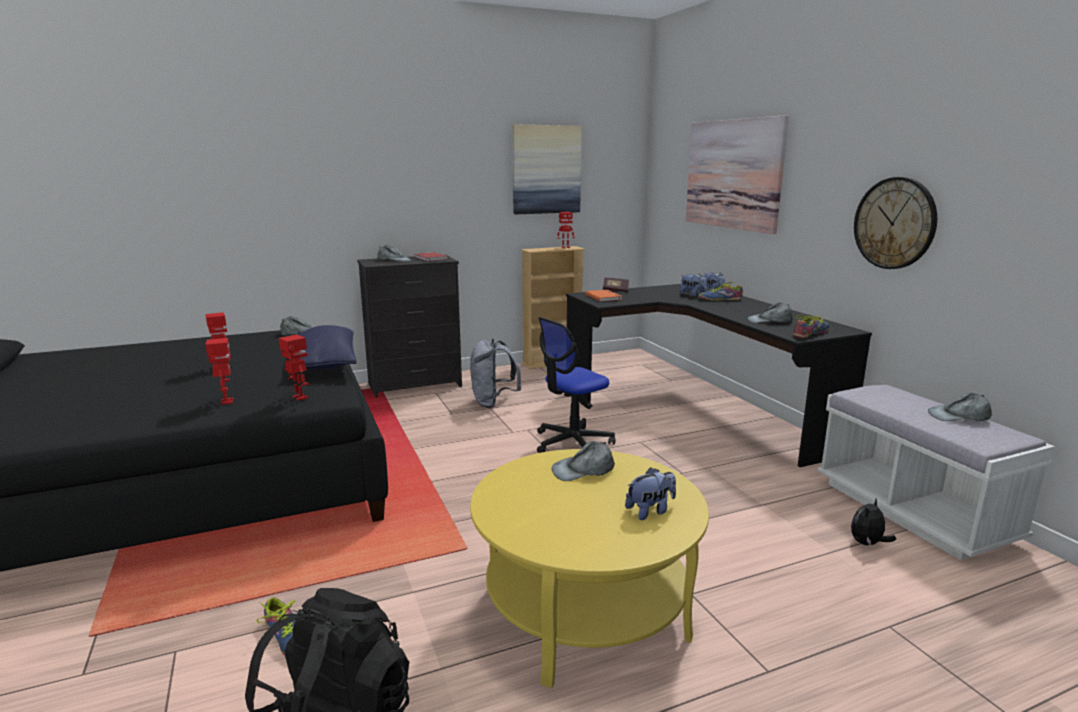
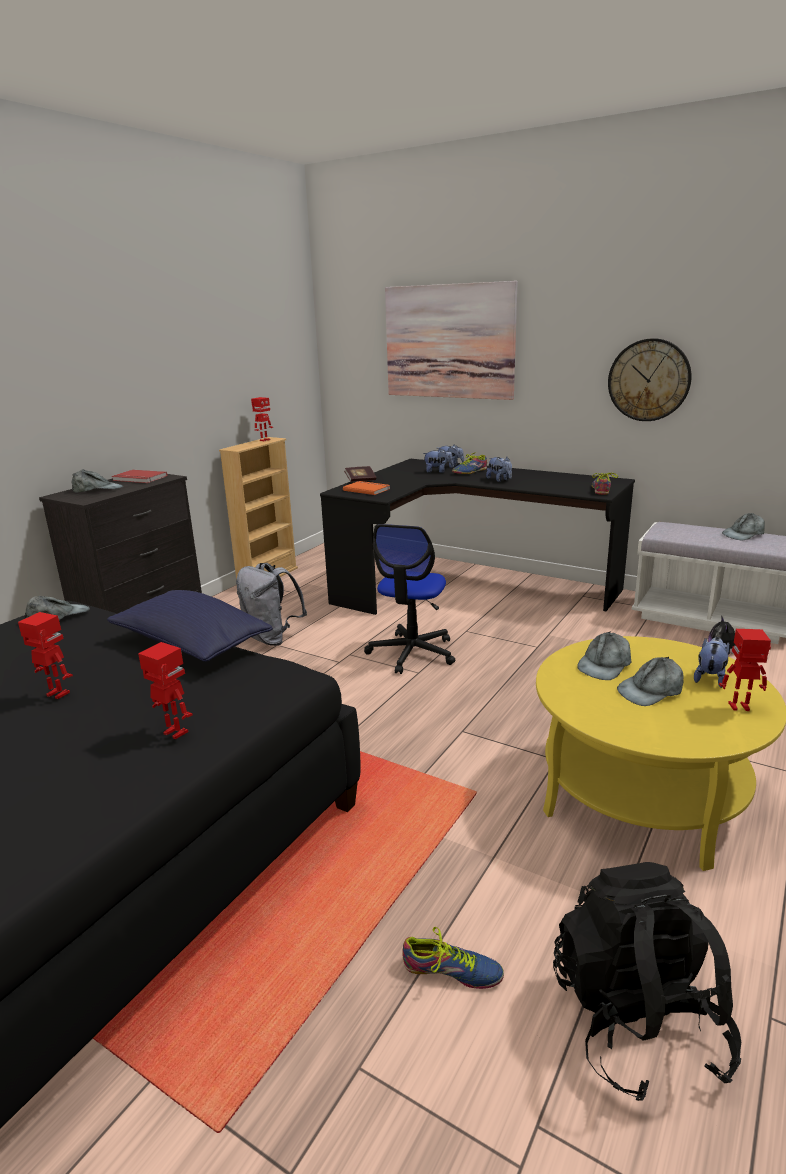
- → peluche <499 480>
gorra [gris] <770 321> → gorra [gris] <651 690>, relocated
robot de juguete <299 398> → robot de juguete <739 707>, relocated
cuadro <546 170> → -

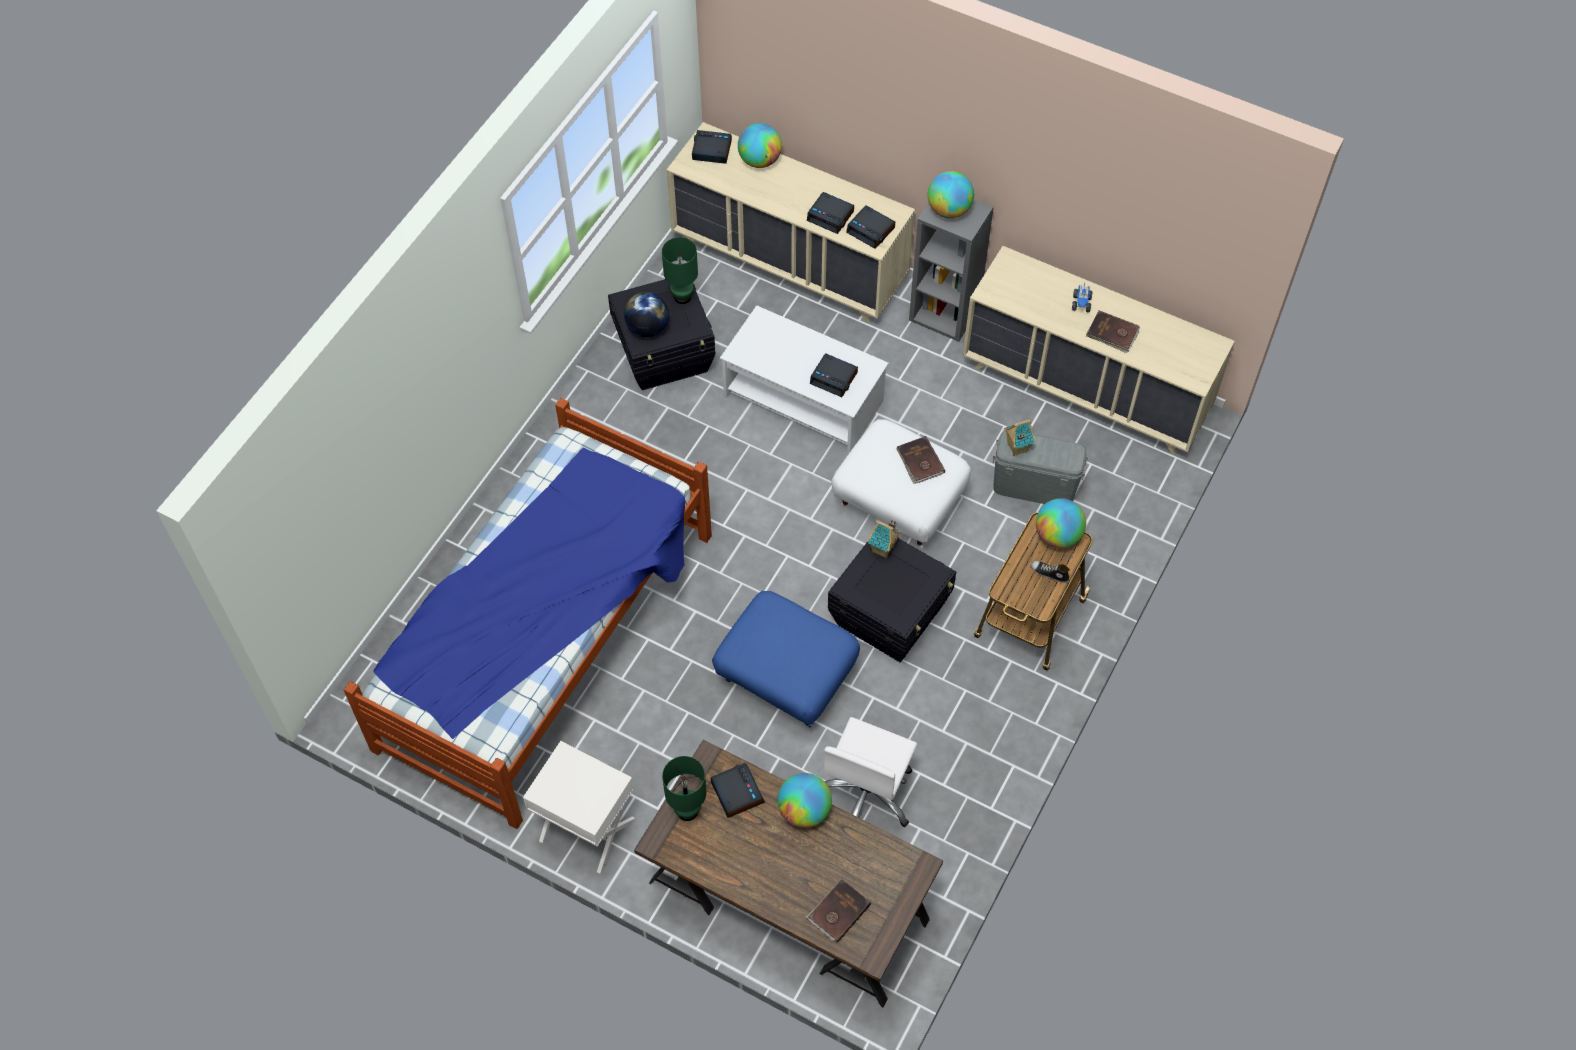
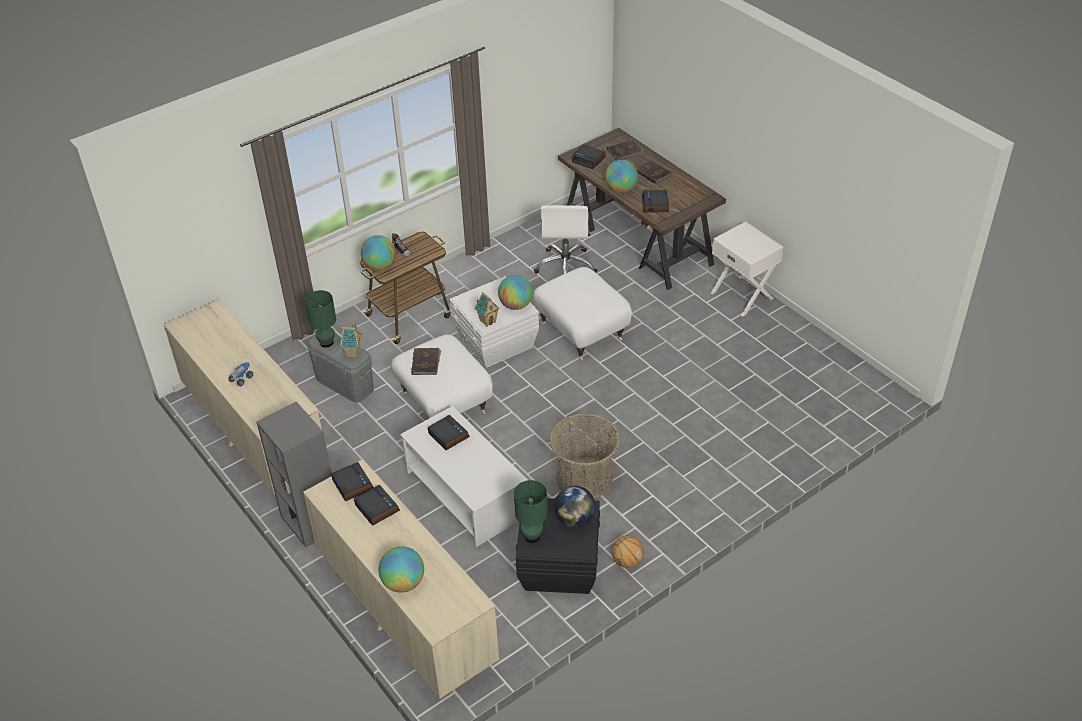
lámpara de mesa [verde] <688 811> → lámpara de mesa [verde] <326 342>, relocated
caja de almacenaje [negro] <890 616> → caja de almacenaje [blanco] <495 342>
globo terráqueo <949 210> → globo terráqueo <516 305>, relocated
puf [azul] <785 678> → puf [blanco] <583 330>
silla de oficina [blanco] <867 794> → silla de oficina [blanco] <566 266>, 135 degrees clockwise
- → cesta <584 478>
despertador <711 150> → despertador <589 160>, relocated
- → balón de baloncesto <627 561>
libro [marrón] <1112 333> → libro [marrón] <652 172>, relocated
cama <549 640> → -

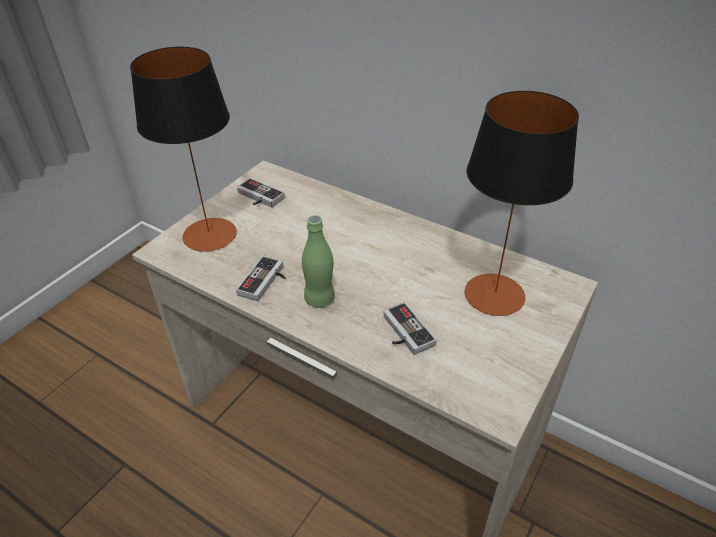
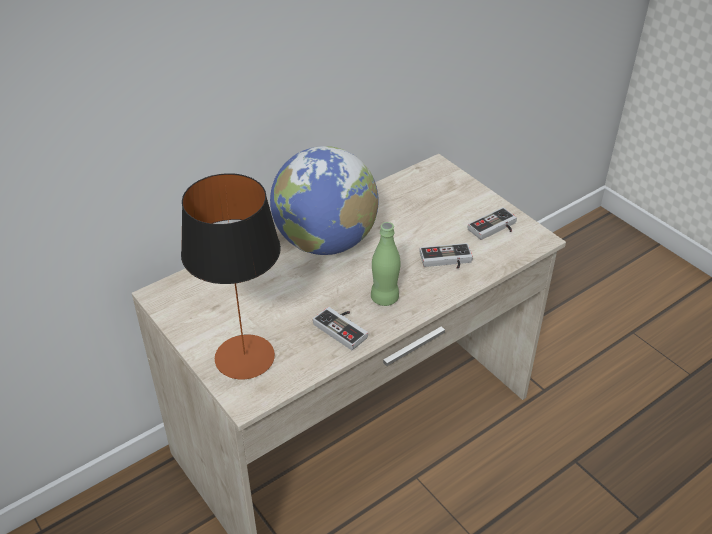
- → globo terráqueo <325 242>
mando de consola <258 197> → mando de consola <495 229>, relocated
lámpara de mesa <495 294> → -

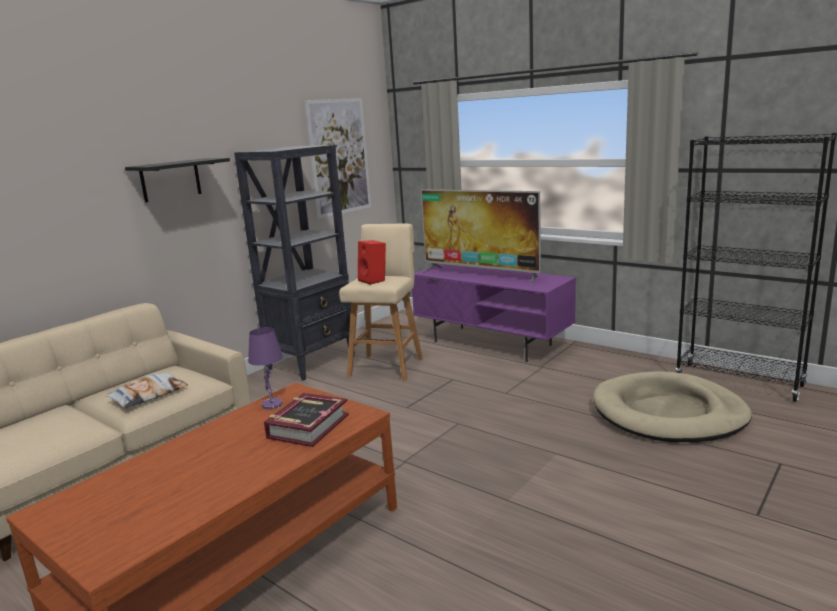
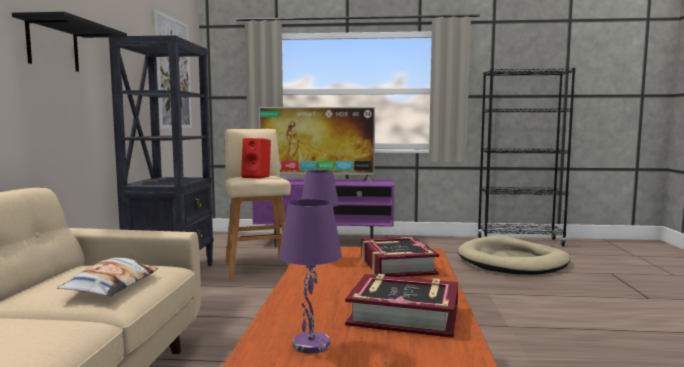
- → lámpara de mesa [morado] <311 345>
- → libro <404 315>

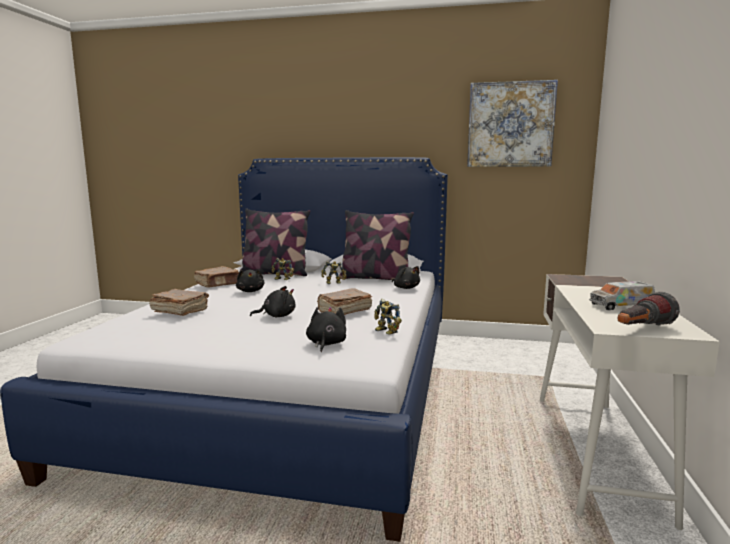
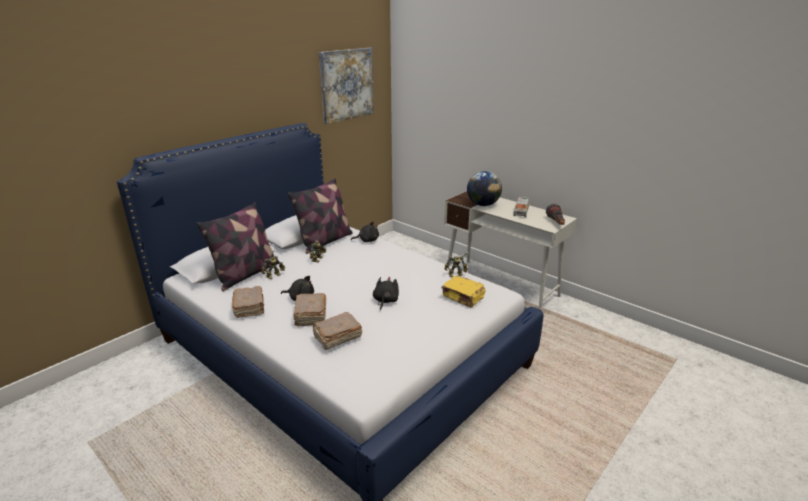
libro [marrón] <344 311> → libro [marrón] <310 316>, relocated
peluche [negro] <326 344> → libro [amarillo] <463 297>
- → globo terráqueo <483 204>

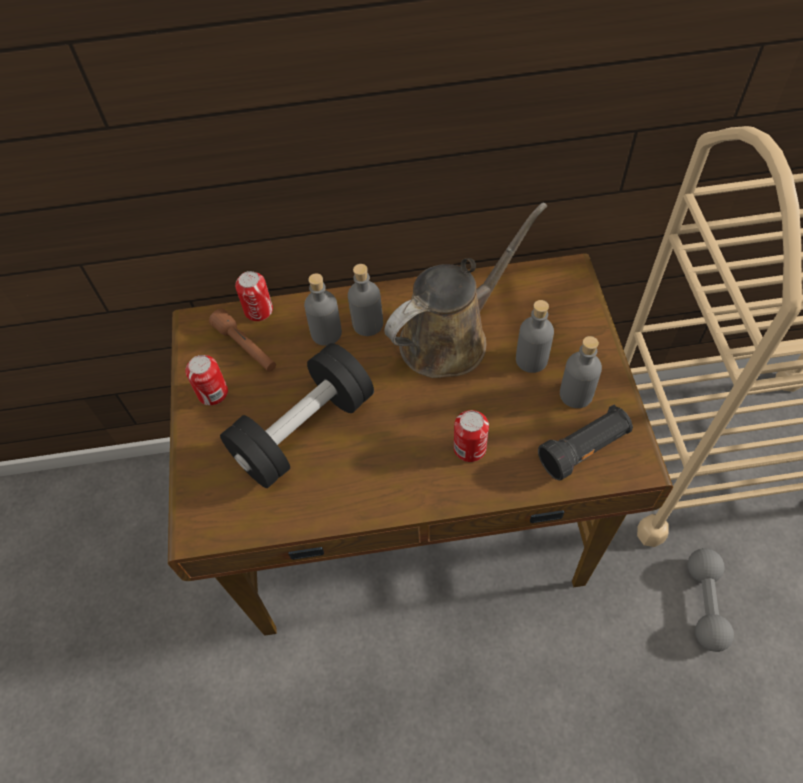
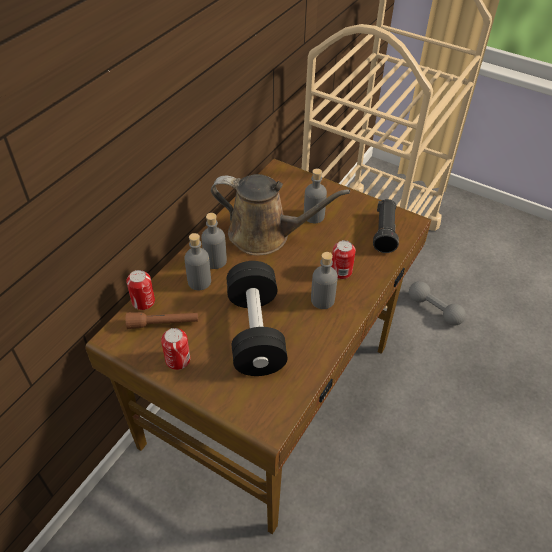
regadera [marrón] <451 337> → regadera [marrón] <265 235>, 105 degrees clockwise
botella [gris] <576 394> → botella [gris] <322 300>, relocated

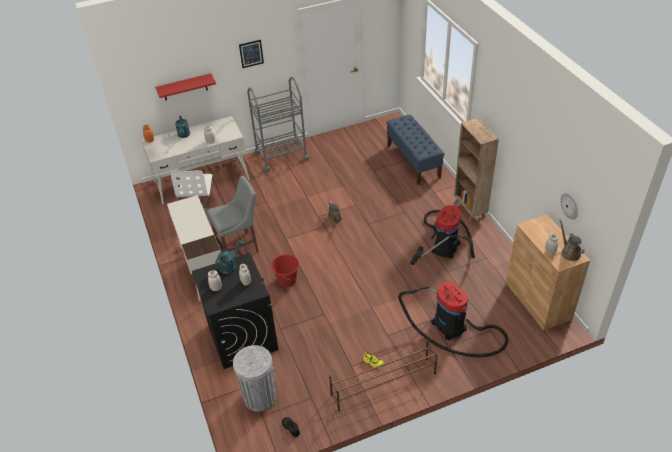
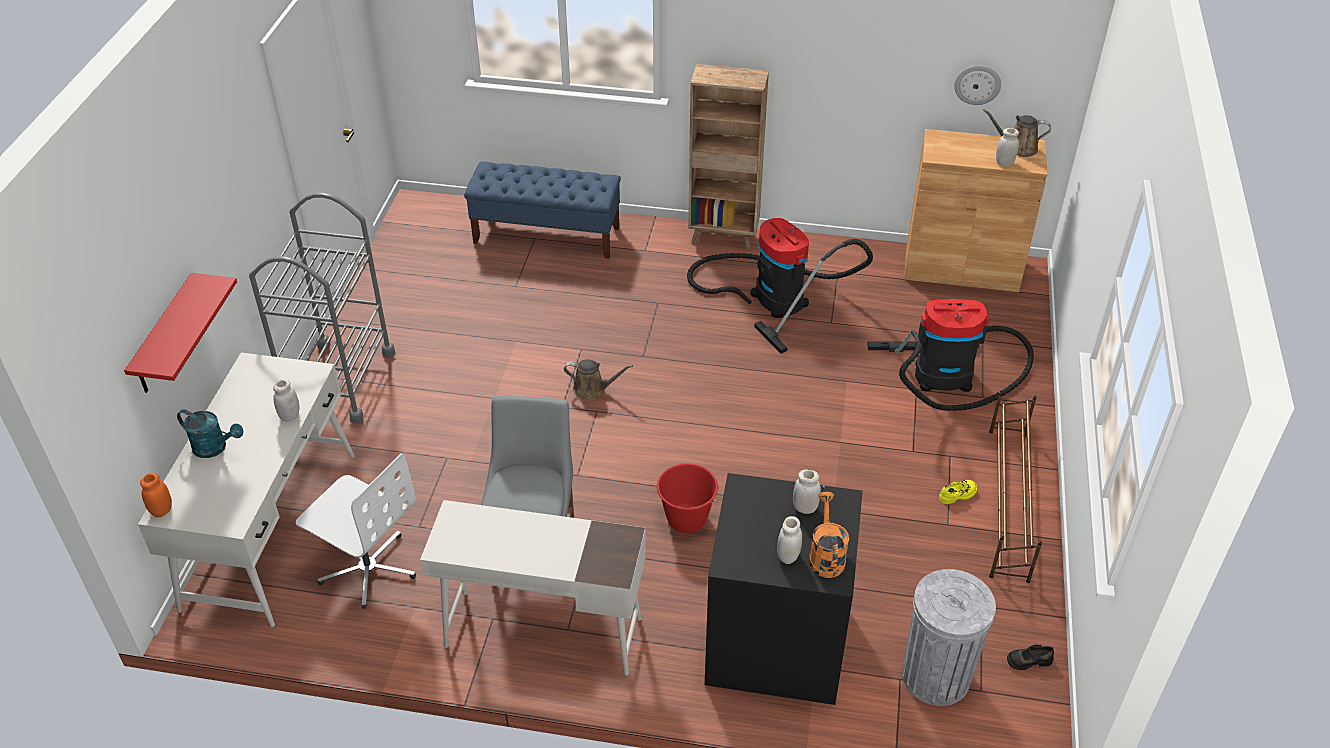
- → regadera [naranja] <825 555>
regadera [turquesa] <230 266> → -
cuadro <251 53> → -

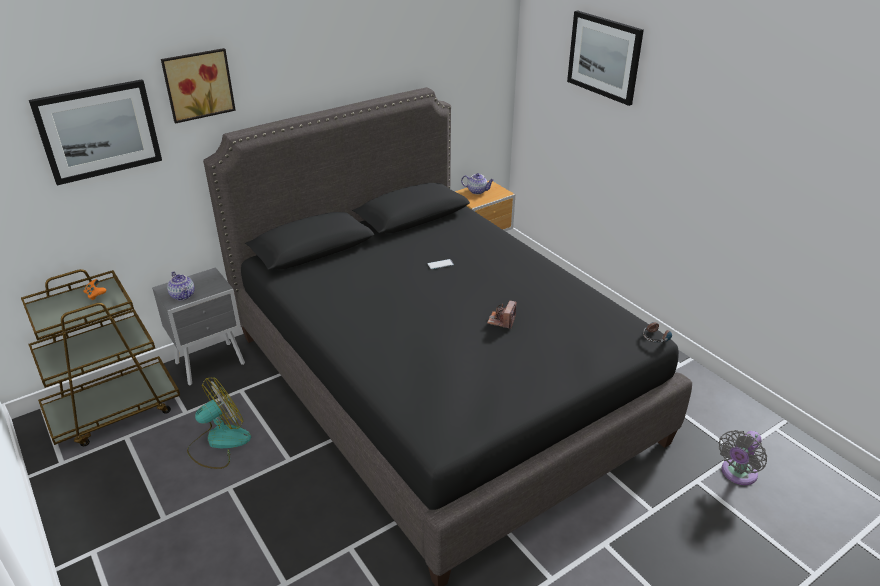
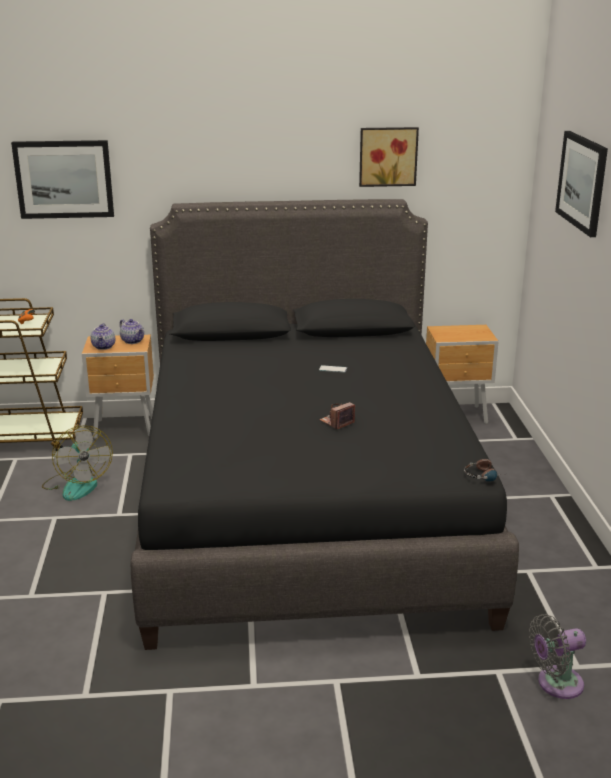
ventilador <219 442> → ventilador <77 484>, 75 degrees clockwise
mesita de noche [gris] <212 364> → mesita de noche [marrón] <126 429>
tetera <477 191> → tetera <133 341>, relocated
cuadro <198 84> → cuadro <387 156>, relocated

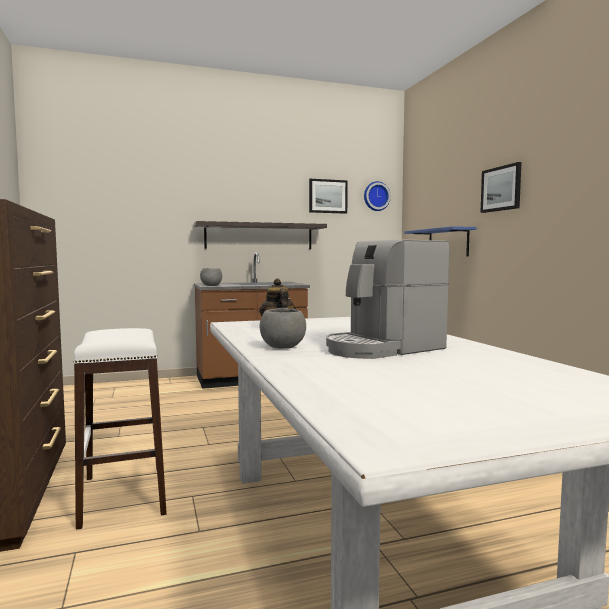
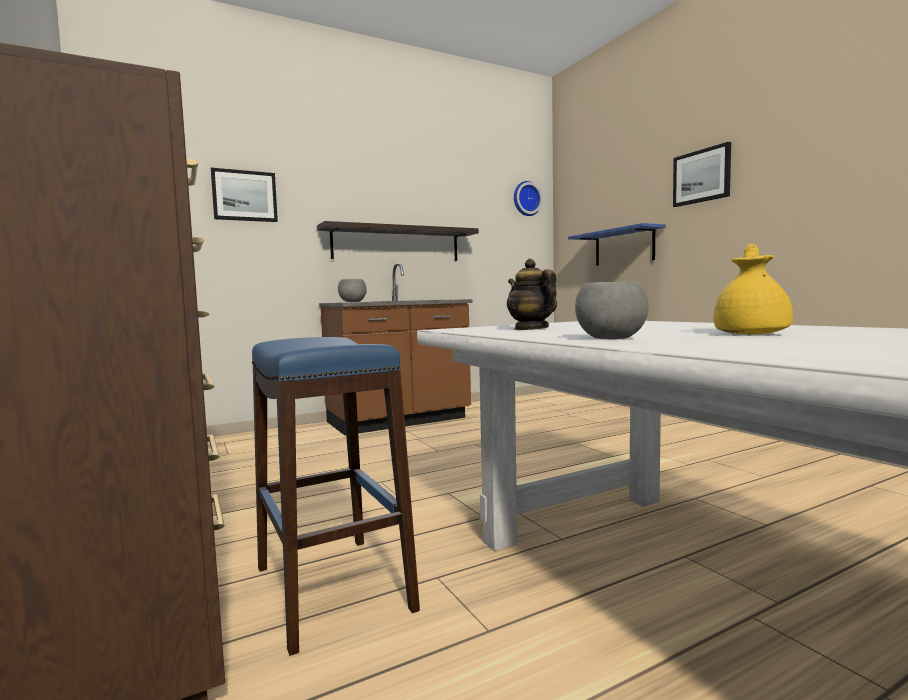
cuadro <328 196> → cuadro <244 196>, relocated
taburete [blanco] <123 494> → taburete [azul] <331 587>
cafetera <383 348> → tetera [amarillo] <752 333>

